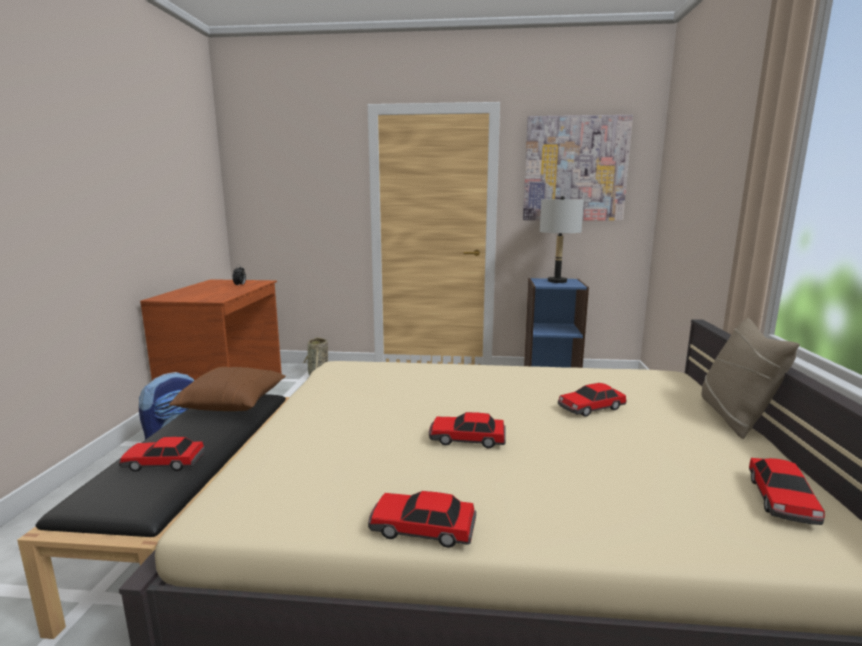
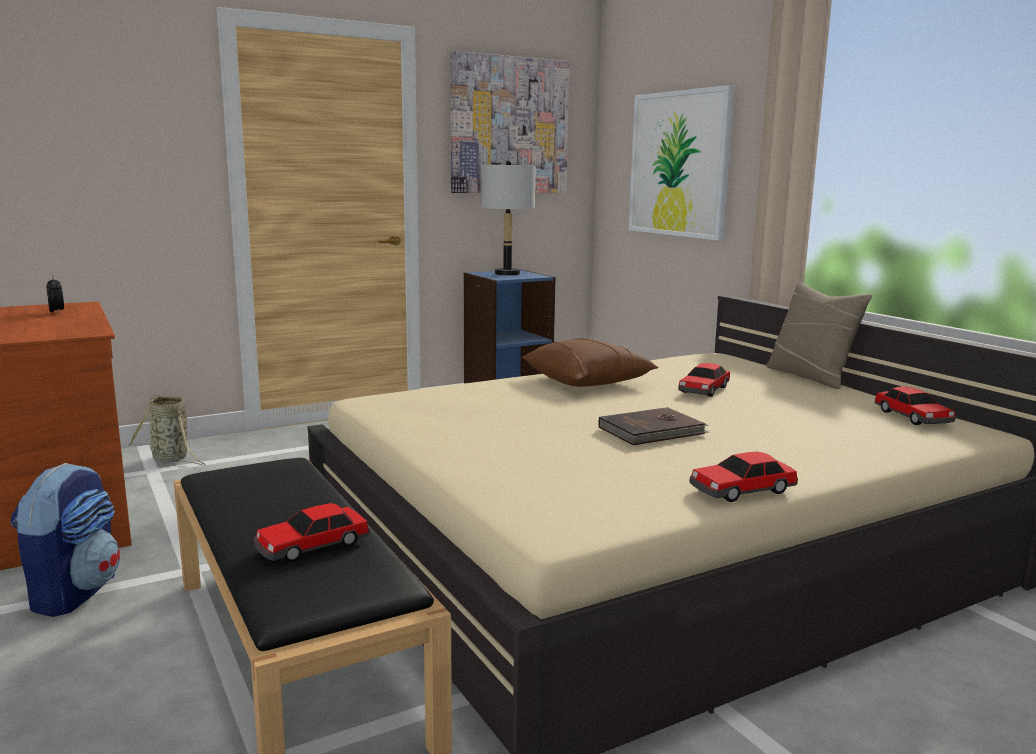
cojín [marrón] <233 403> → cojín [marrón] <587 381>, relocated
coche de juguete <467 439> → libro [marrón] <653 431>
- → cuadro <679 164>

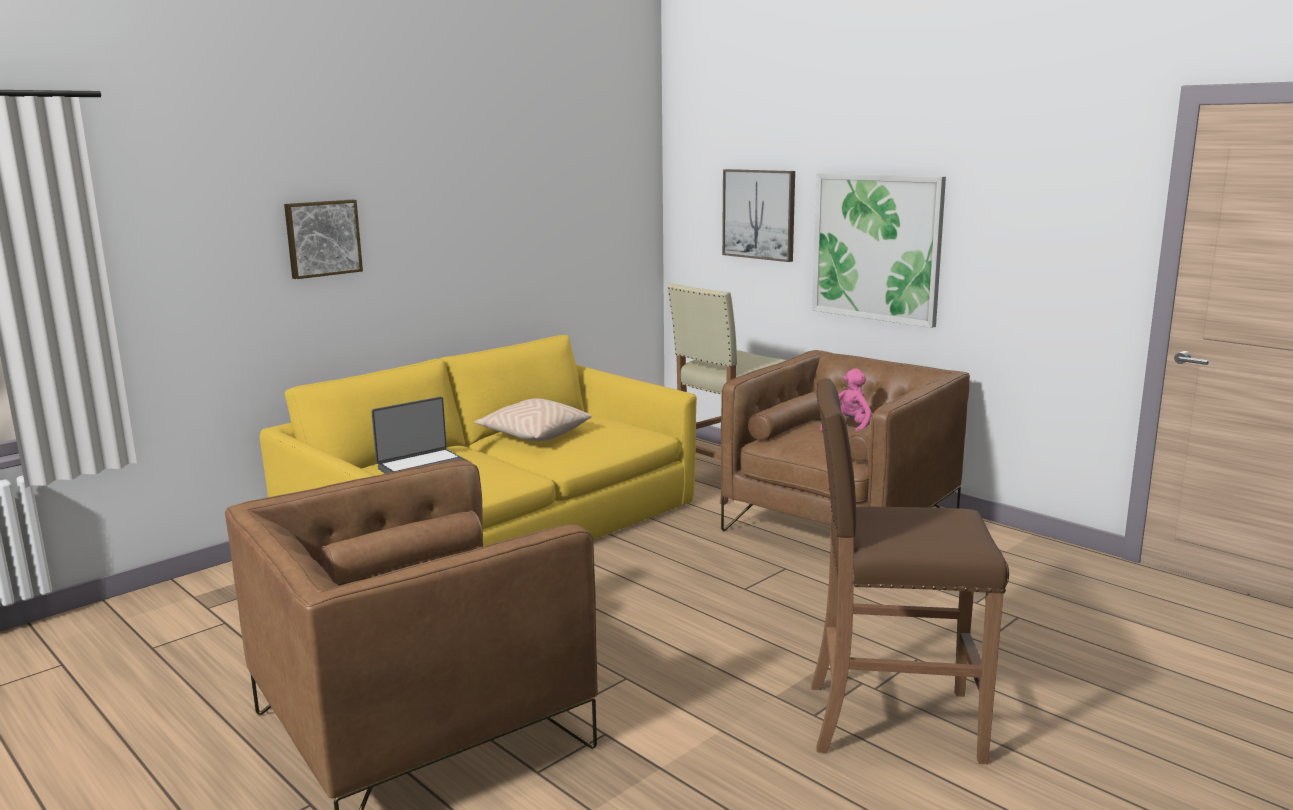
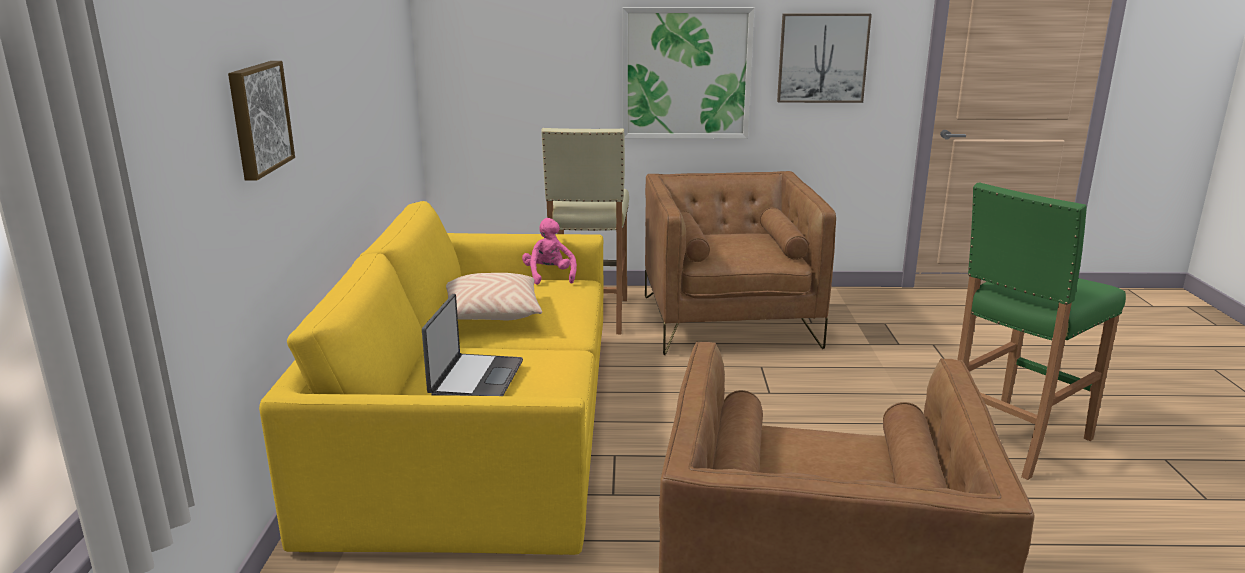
peluche [rosa] <848 429> → peluche [rosa] <549 276>, relocated
cuadro <759 214> → cuadro <822 58>, relocated
taburete [marrón] <891 721> → taburete [verde] <1014 439>

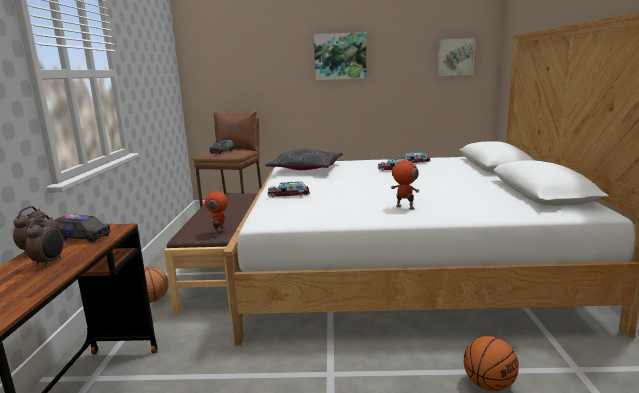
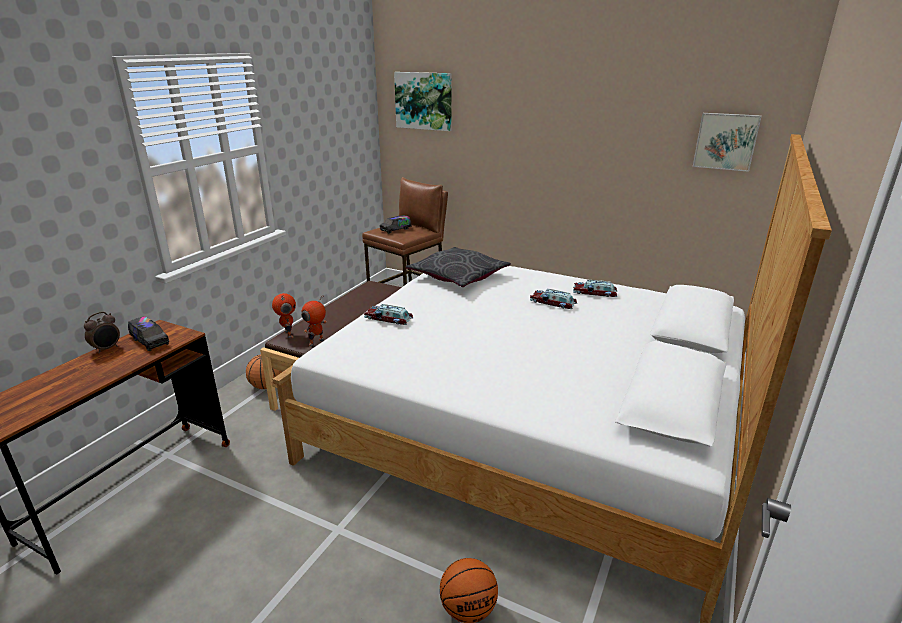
robot de juguete <404 207> → robot de juguete <287 334>, relocated
cuadro <340 56> → cuadro <424 101>, relocated
despertador <50 262> → -

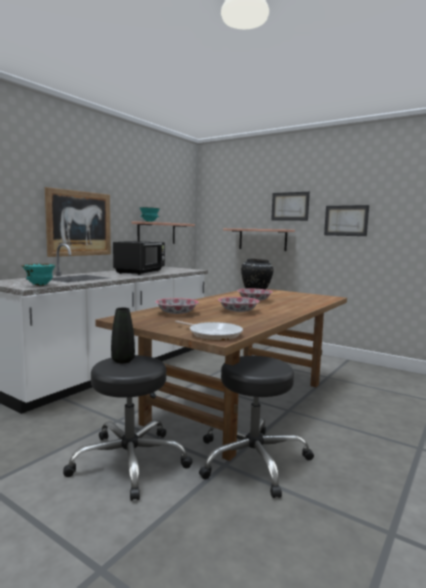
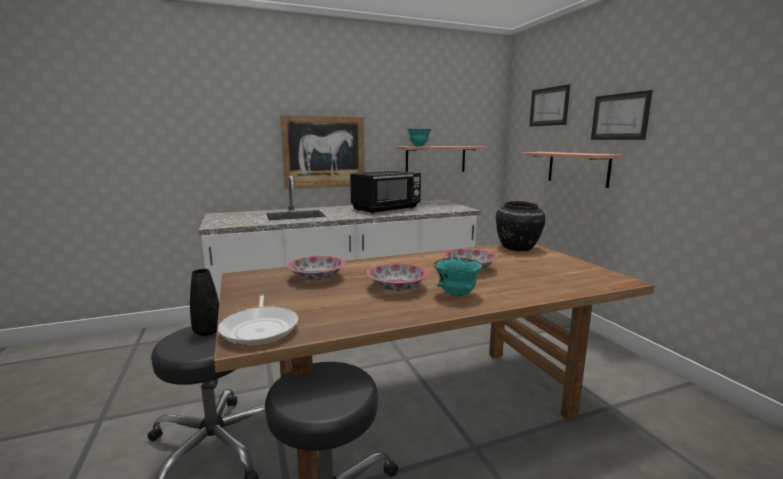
cuenco [turquesa] <39 285> → cuenco [turquesa] <456 294>, relocated
cuadro <346 220> → cuadro <549 106>, relocated

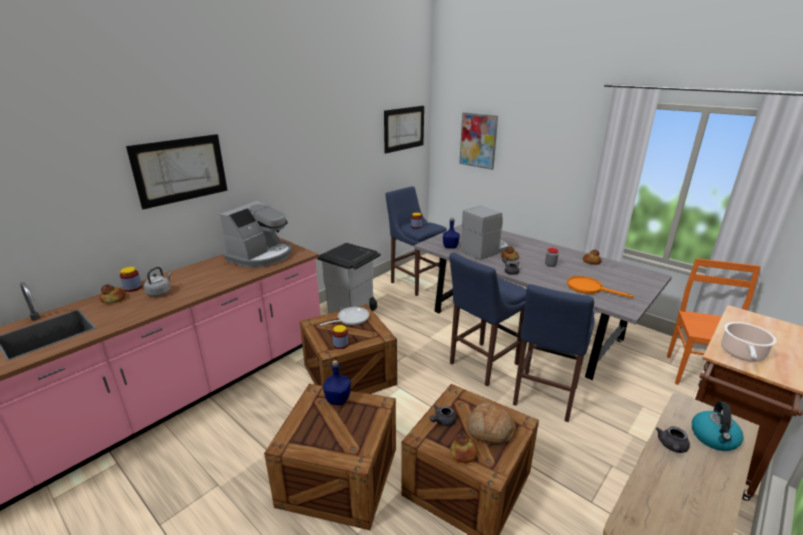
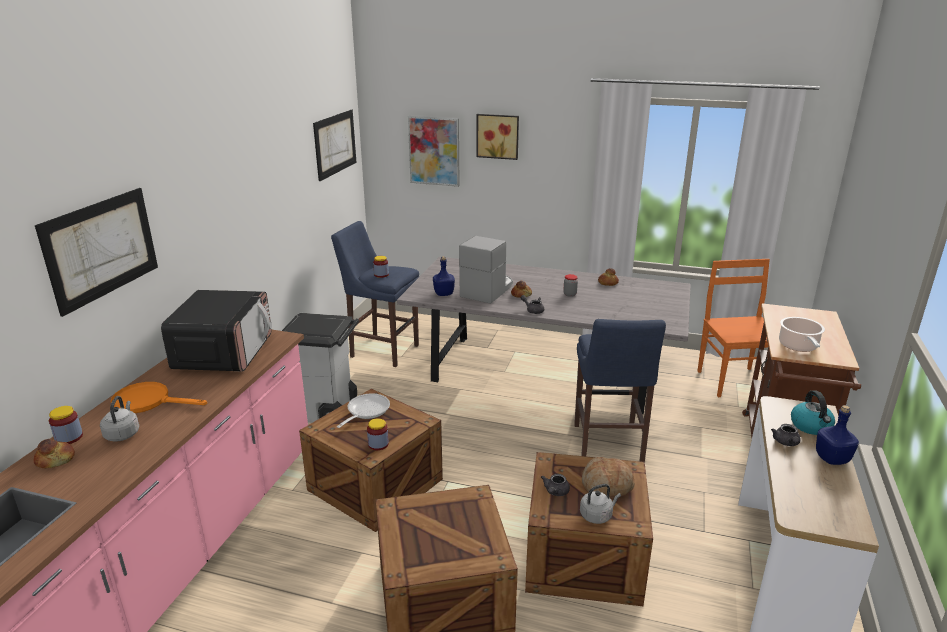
sartén [naranja] <589 288> → sartén [naranja] <149 401>, relocated
cafetera <261 256> → microondas <224 352>
- → cuadro <498 136>
pan <464 453> → hervidor [gris] <597 515>
botella [azul] <338 399> → botella [azul] <831 458>, relocated
taburete [azul] <481 364> → -

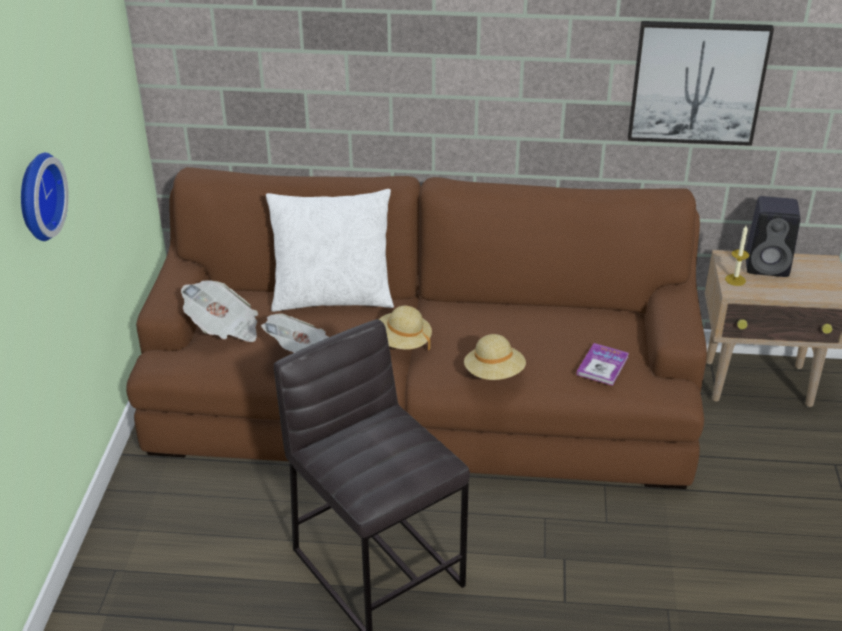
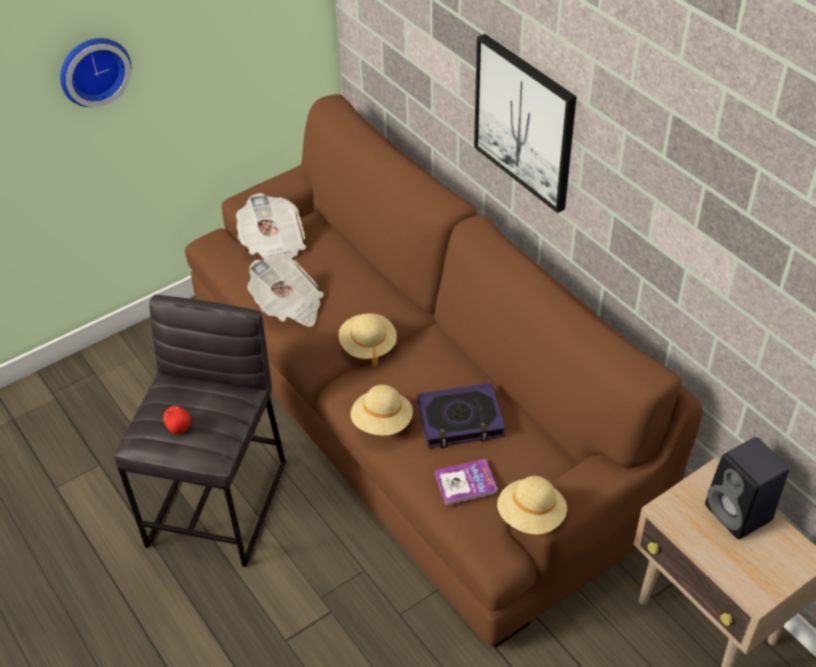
- → manzana <179 428>
- → libro <460 420>
cuadro <697 82> → cuadro <525 122>, relocated
- → sombrero [beis] <531 516>
cojín [blanco] <333 297> → -
vela <735 280> → -

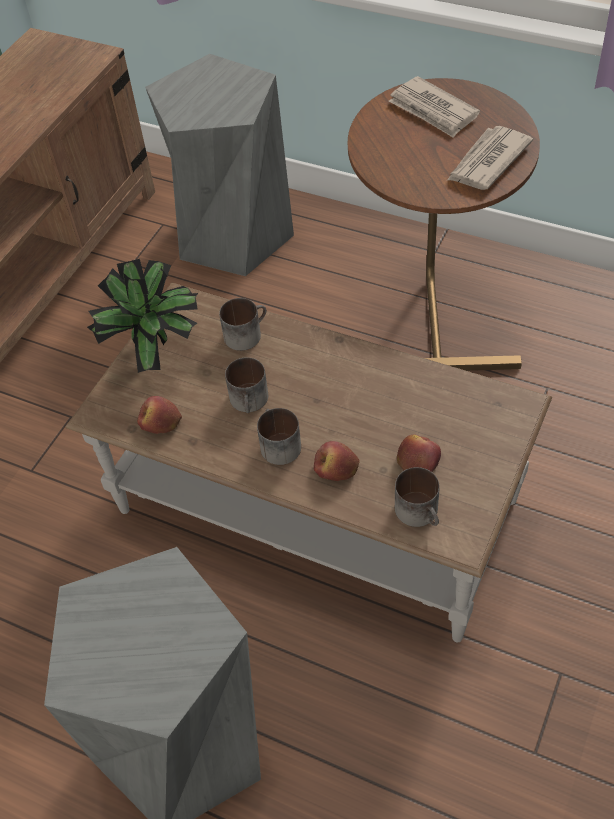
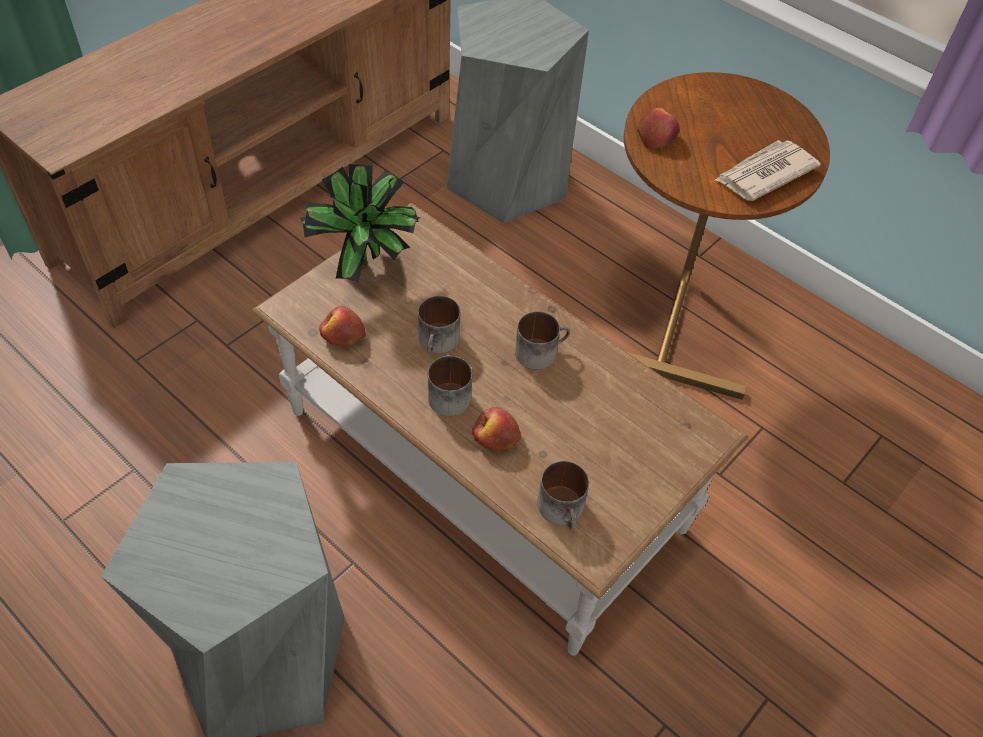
taza grande <245 333> → taza grande <540 351>, relocated
manzana <418 461> → manzana <655 136>, relocated
periódico <433 110> → -

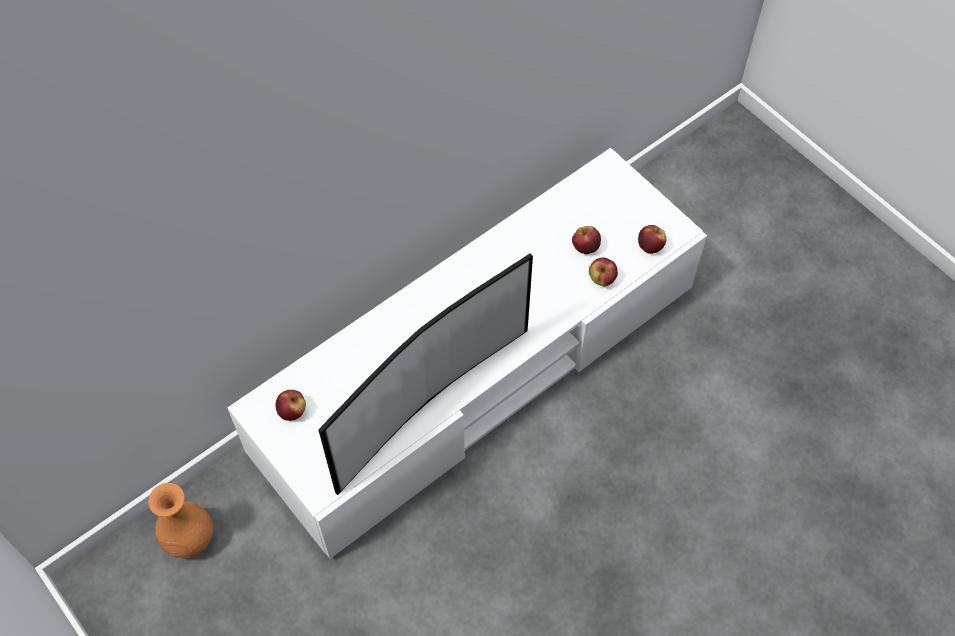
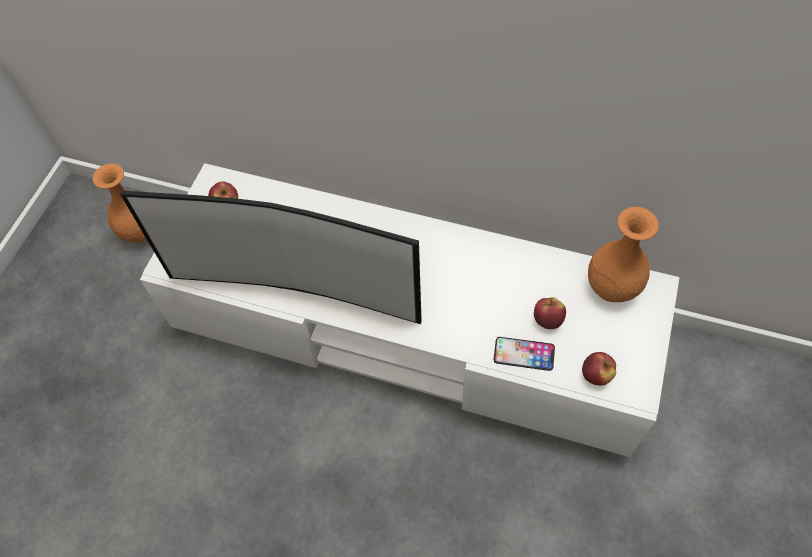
manzana <602 279> → móvil <524 354>
- → florero [naranja] <612 286>

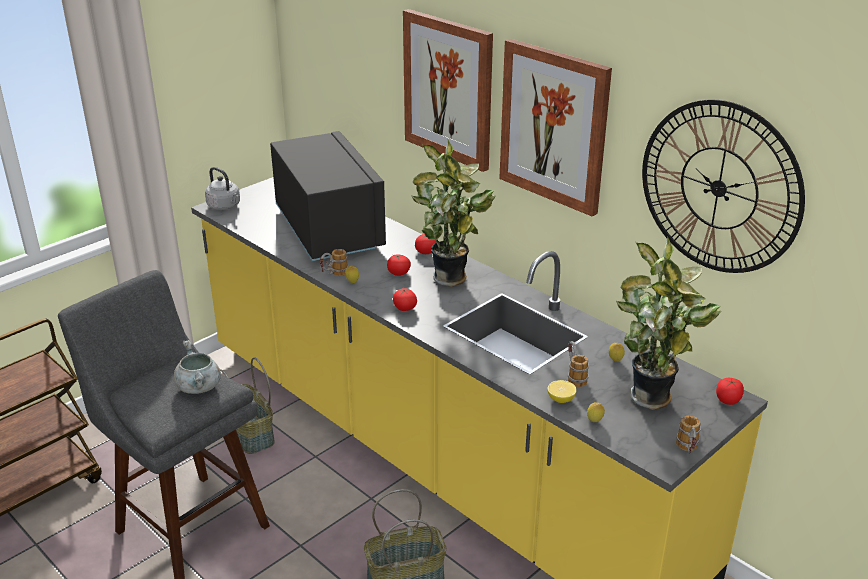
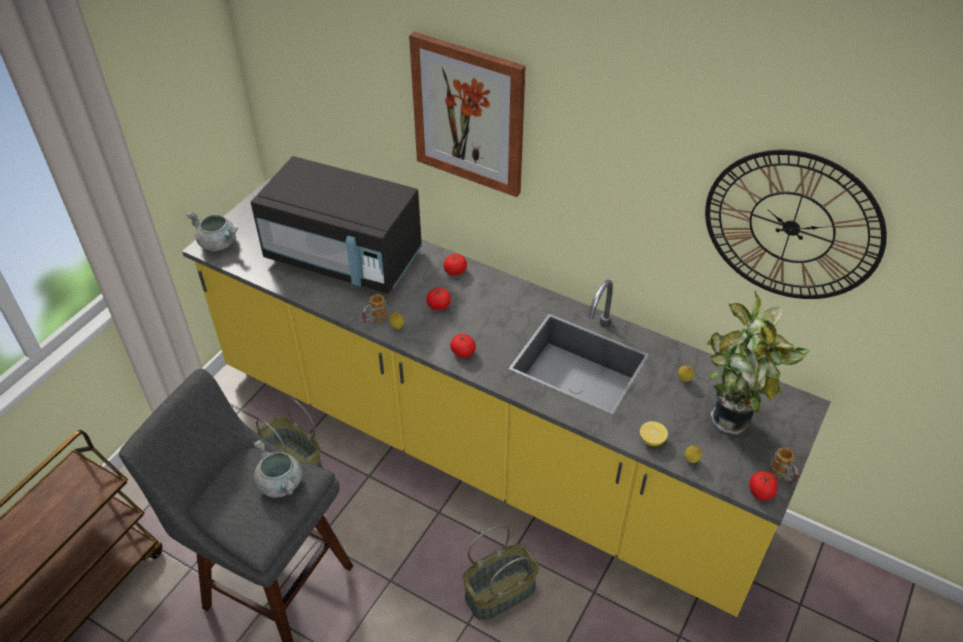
hervidor [gris] <225 206> → olla [gris] <219 243>
microondas [negro] <329 229> → microondas [negro] <344 257>, 150 degrees clockwise
tomate <728 400> → tomate <760 492>, relocated
planta en maceta <453 280> → -
cuadro <554 126> → -
taza grande <574 376> → -

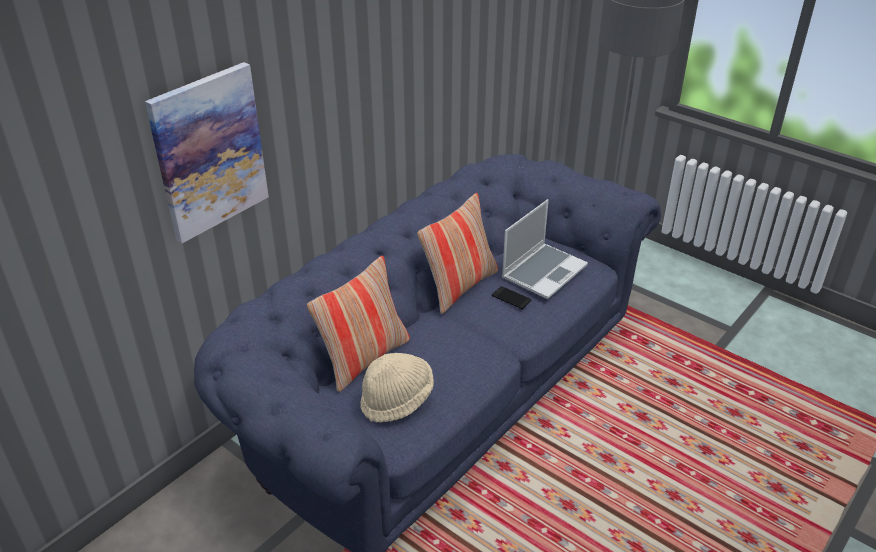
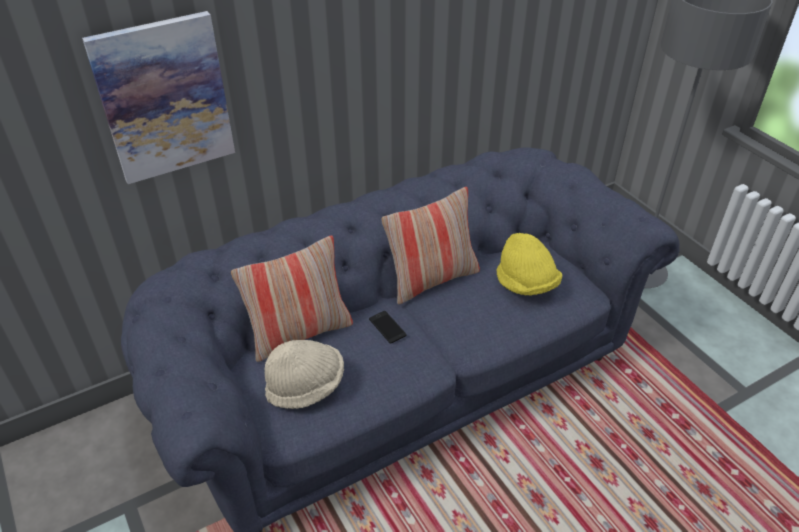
móvil <511 298> → móvil <387 327>, relocated
portátil <544 271> → sombrero [amarillo] <526 284>

